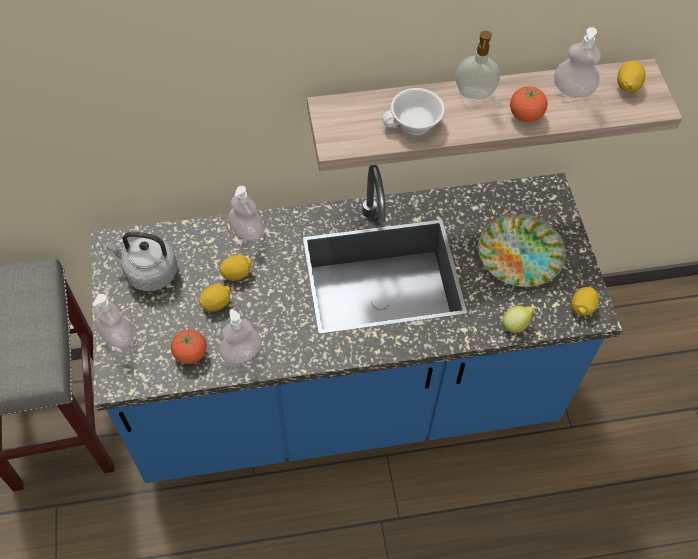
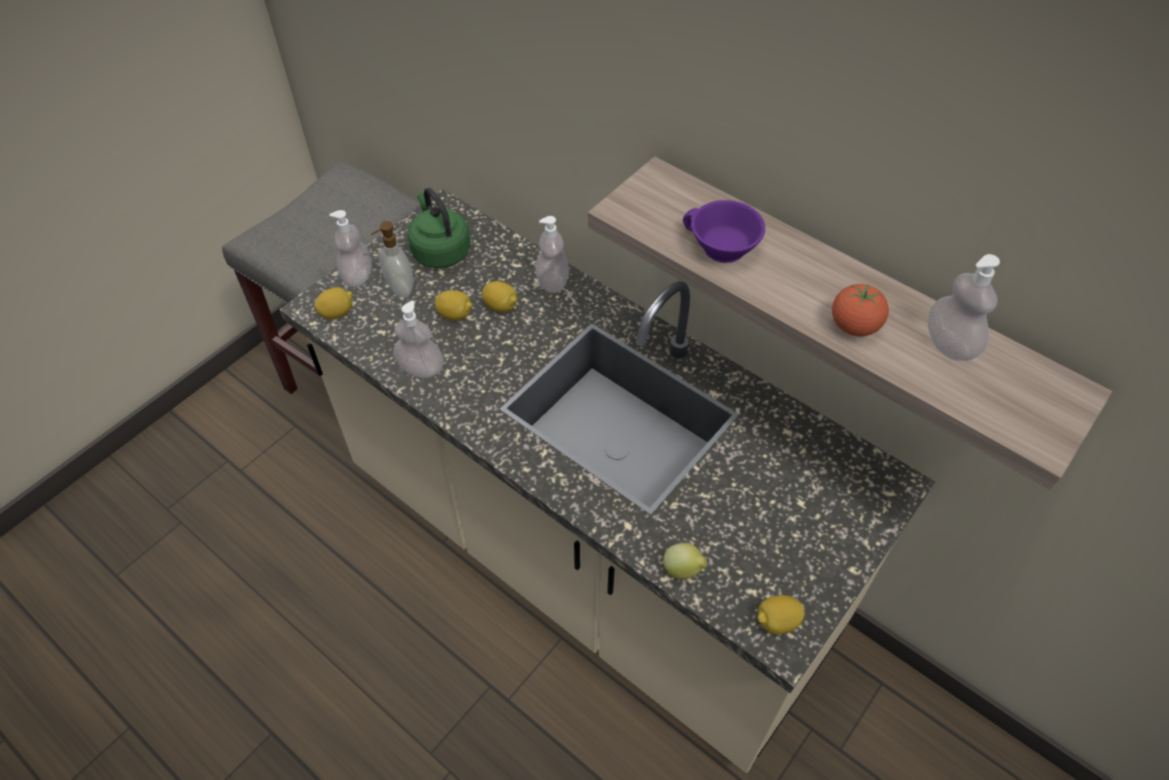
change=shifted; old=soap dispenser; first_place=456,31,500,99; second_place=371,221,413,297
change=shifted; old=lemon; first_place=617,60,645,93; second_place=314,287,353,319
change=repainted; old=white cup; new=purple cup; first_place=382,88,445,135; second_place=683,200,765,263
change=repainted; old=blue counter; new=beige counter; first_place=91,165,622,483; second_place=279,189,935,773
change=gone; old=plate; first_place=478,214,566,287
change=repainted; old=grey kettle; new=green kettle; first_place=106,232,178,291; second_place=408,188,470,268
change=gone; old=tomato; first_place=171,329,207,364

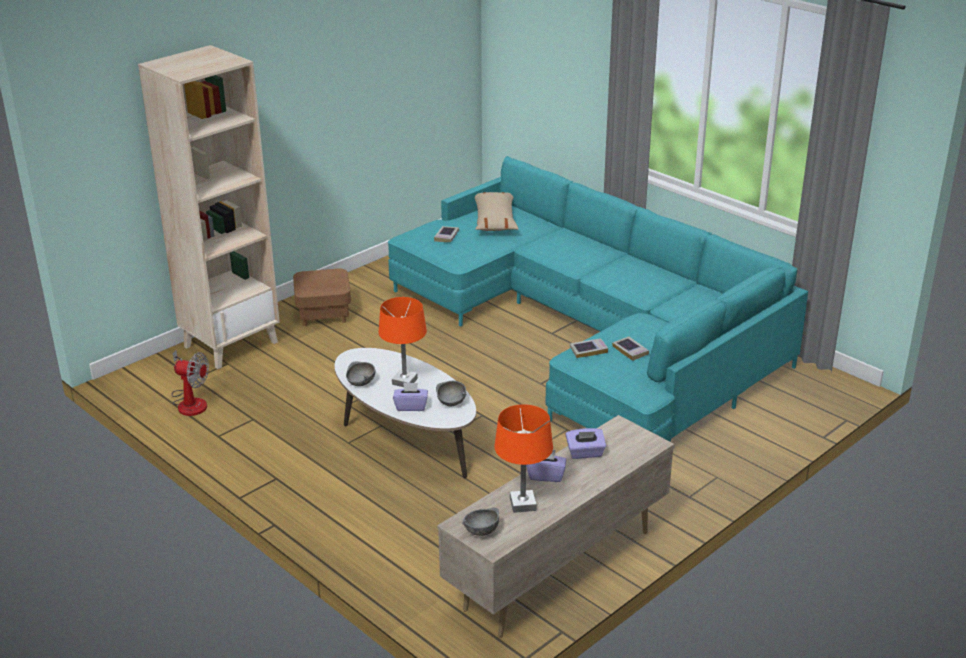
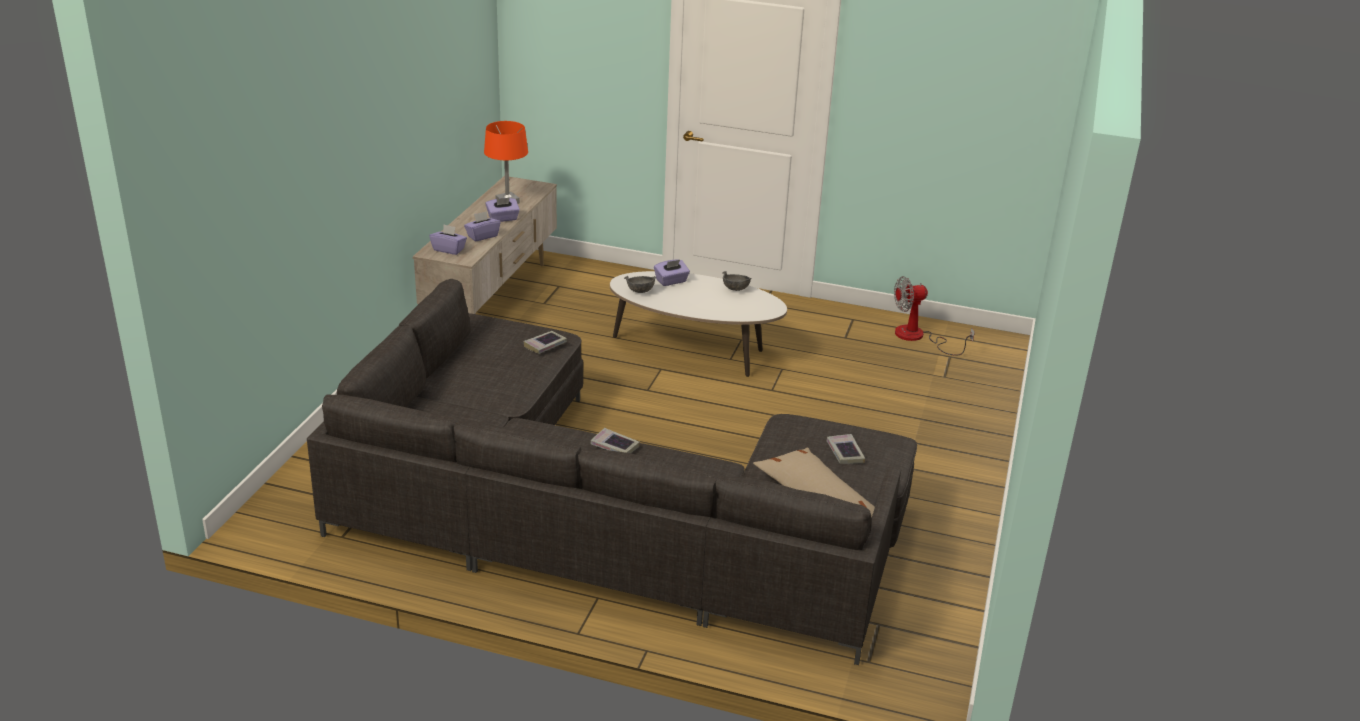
change=gone; old=beige bookcase; first_place=138,45,280,369
change=repainted; old=turquoise sofa; new=grey sofa; first_place=388,156,808,442; second_place=307,279,917,665
change=gone; old=brown ottoman; first_place=293,268,351,326
change=gone; old=orange table lamp; first_place=379,297,427,387
change=shifted; old=book; first_place=612,336,649,361; second_place=591,428,640,453
change=gone; old=grey bowl; first_place=462,508,499,536
change=new; new=purple tissue box; second_place=429,225,467,255

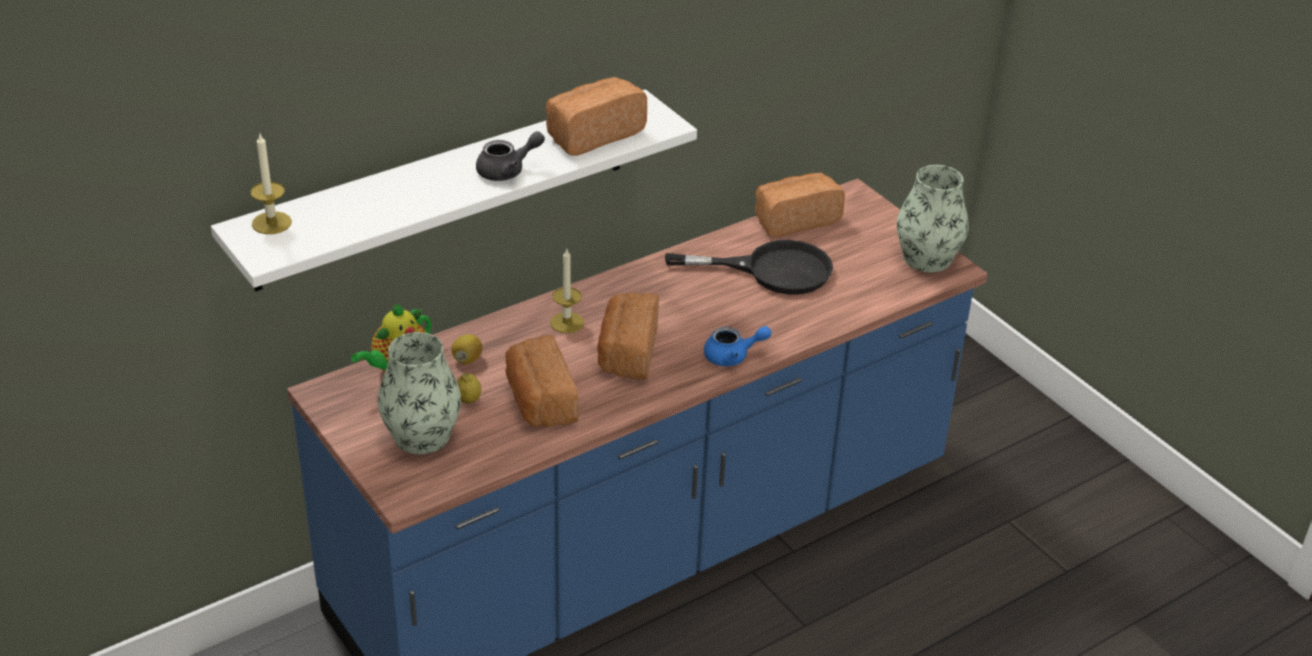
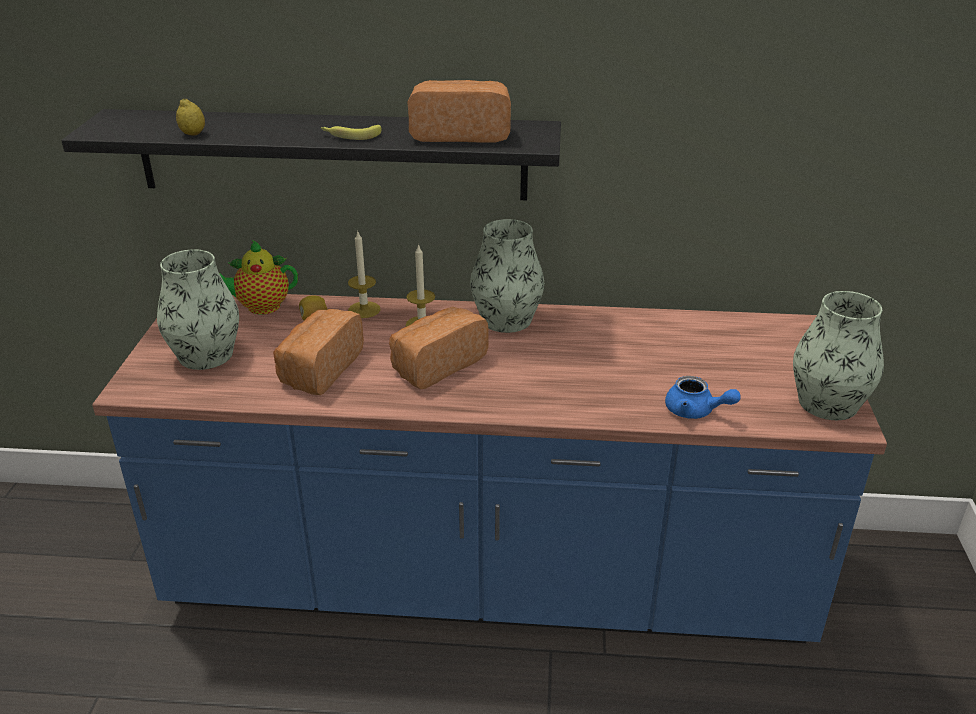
change=repainted; old=white shelf; new=black shelf; first_place=211,89,697,291; second_place=61,109,561,200
change=swapped; old=grey teapot; new=banana; first_place=476,131,545,181; second_place=321,125,382,140
change=shifted; old=candle; first_place=250,134,292,234; second_place=348,230,380,318
change=gone; old=bread; first_place=755,172,845,237
change=gone; old=black frying pan; first_place=665,240,833,295
change=shifted; old=blue teapot; first_place=704,326,772,366; second_place=665,376,741,419
change=shifted; old=lemon; first_place=457,373,481,404; second_place=176,99,205,136
change=new; new=vase; second_place=470,219,544,333

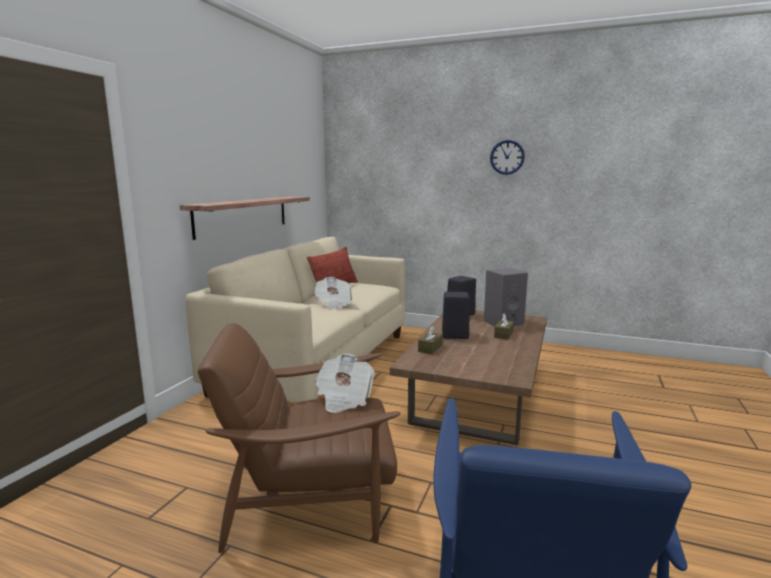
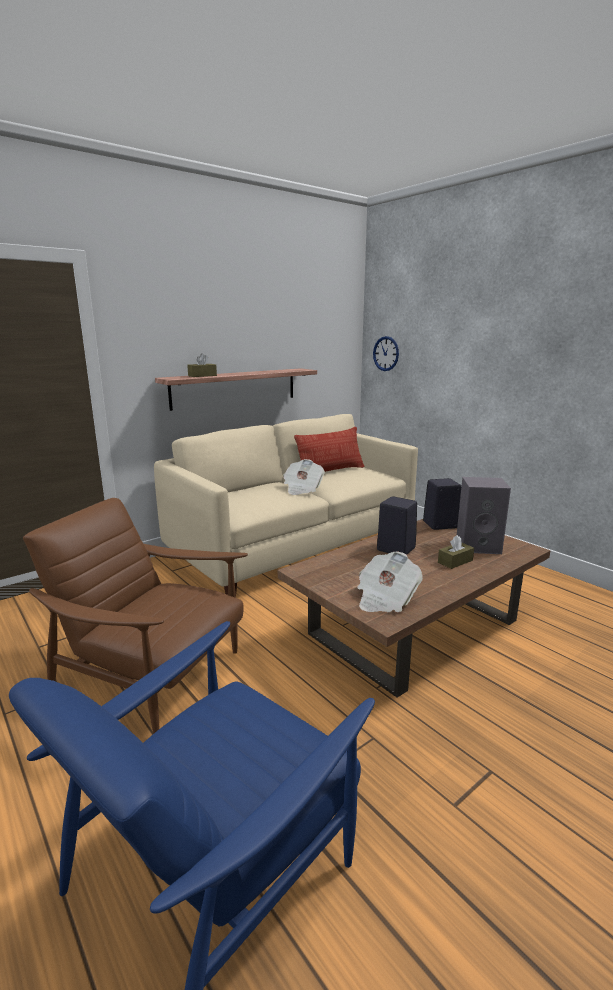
change=shifted; old=wall clock; first_place=490,140,525,175; second_place=373,336,399,371
change=shifted; old=brown tissue box; first_place=418,326,443,354; second_place=187,353,217,377
change=shifted; old=newspaper; first_place=315,354,375,413; second_place=357,551,423,612

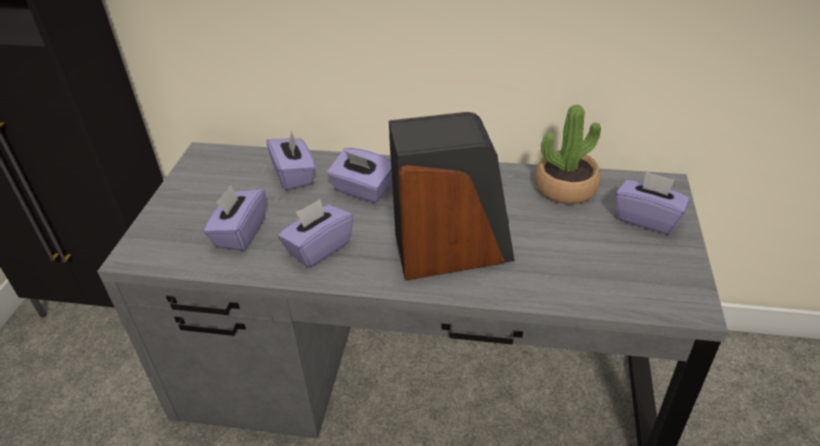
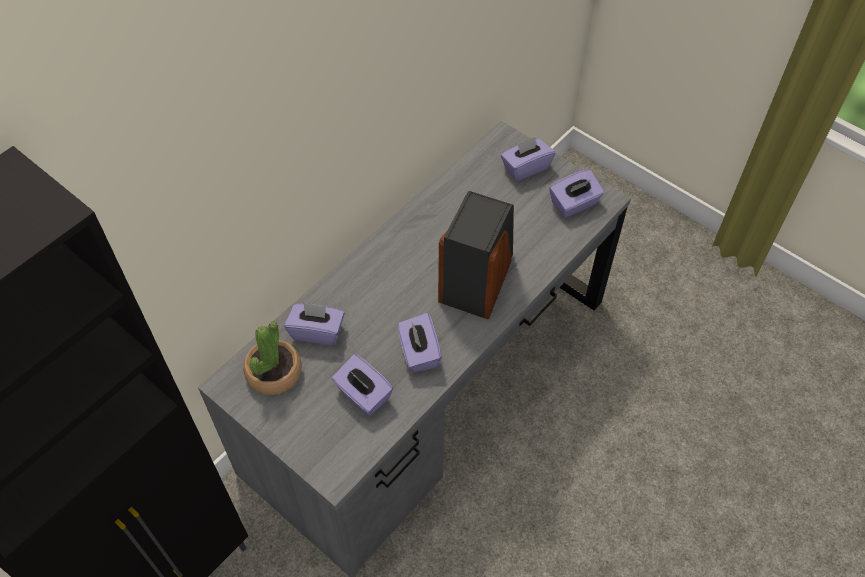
change=shifted; old=potted plant; first_place=535,105,601,204; second_place=243,321,302,395
change=shifted; old=purple tissue box; first_place=327,148,392,203; second_place=549,169,604,218

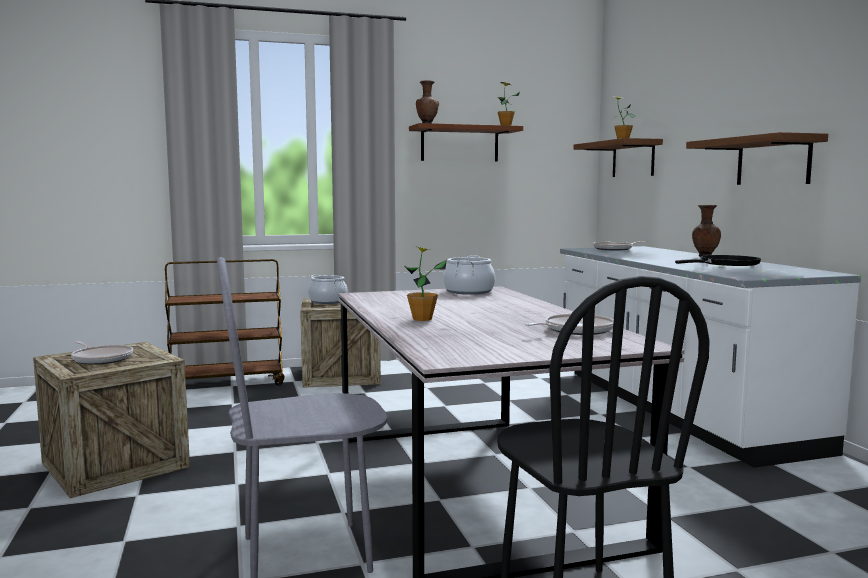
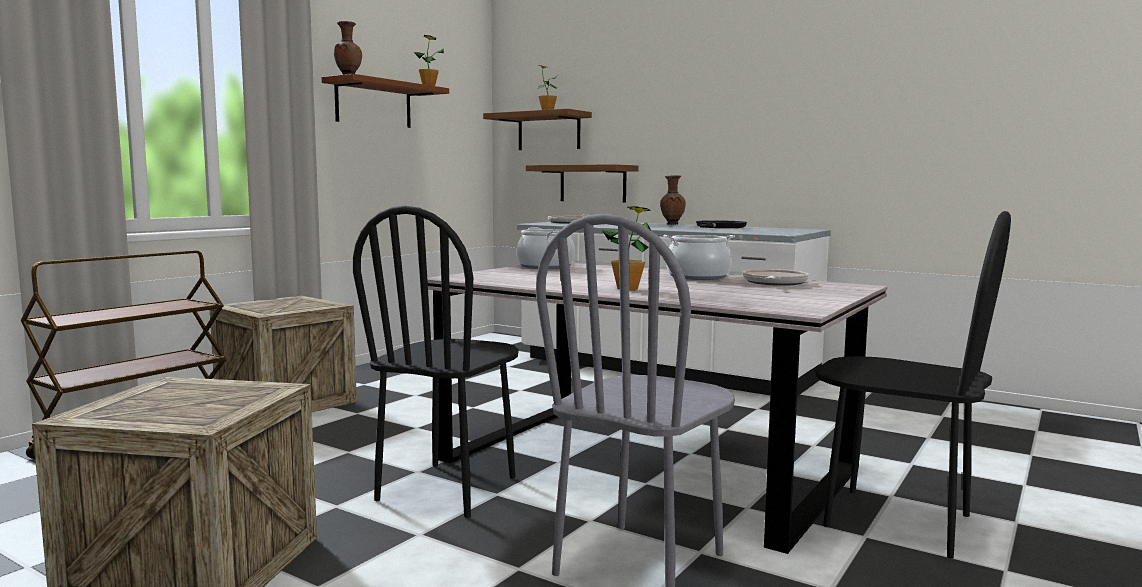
change=shifted; old=shelf; first_place=686,132,828,185; second_place=526,164,639,203
change=shifted; old=cooking pot; first_place=308,275,348,304; second_place=664,235,735,280
change=gone; old=frying pan; first_place=71,341,133,365
change=new; new=black chair; second_place=353,206,519,518

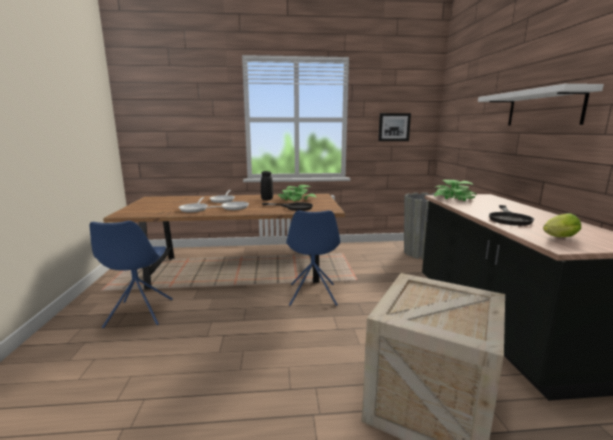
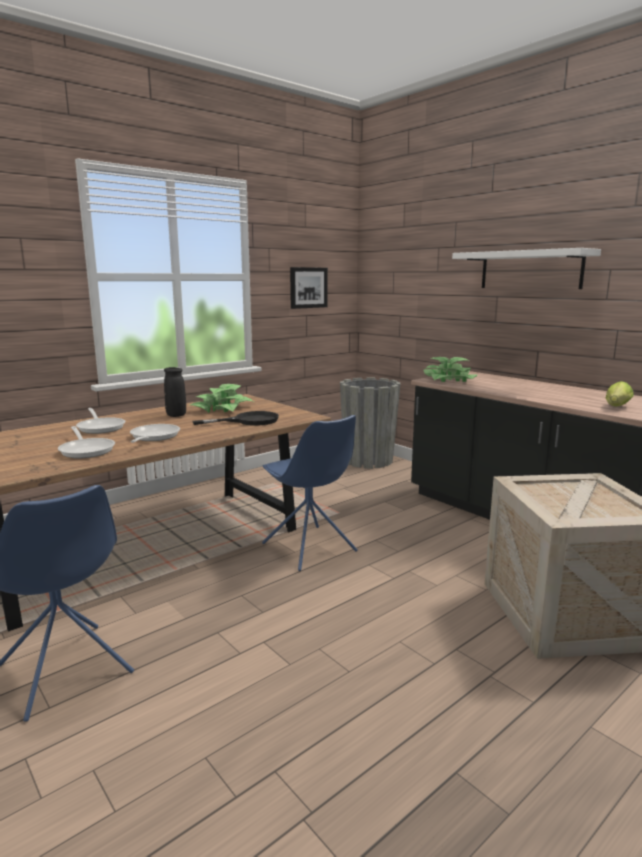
change=gone; old=black frying pan; first_place=489,205,534,226

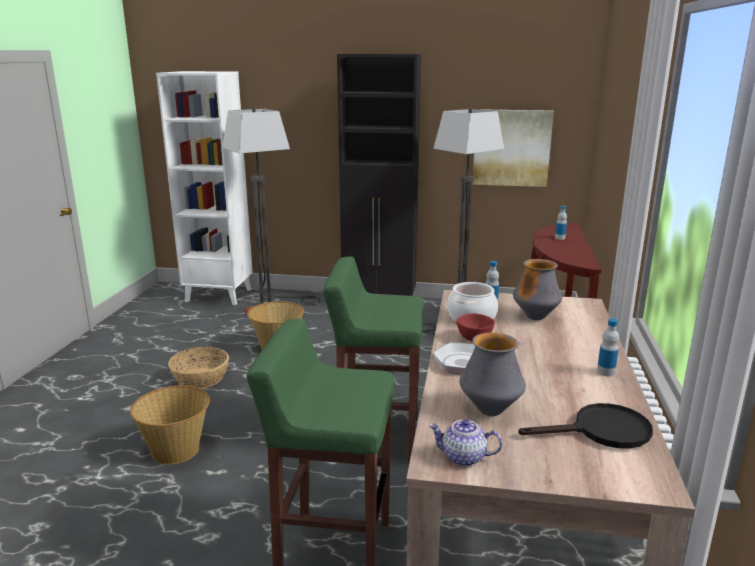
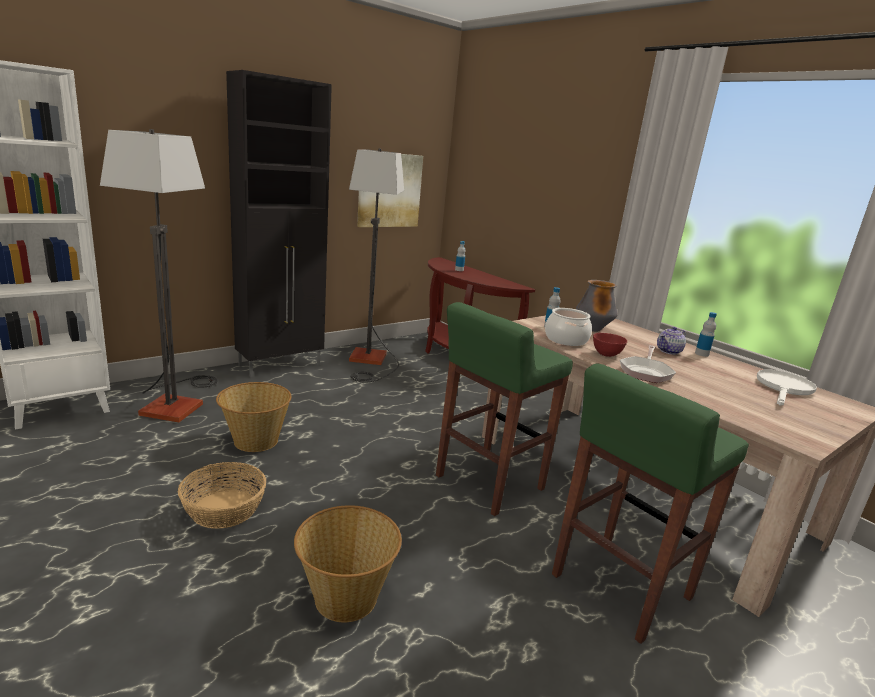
change=gone; old=vase; first_place=460,332,526,416
change=repainted; old=black frying pan; new=white frying pan; first_place=518,403,653,449; second_place=757,369,817,405
change=shifted; old=teapot; first_place=429,419,502,466; second_place=657,327,686,355

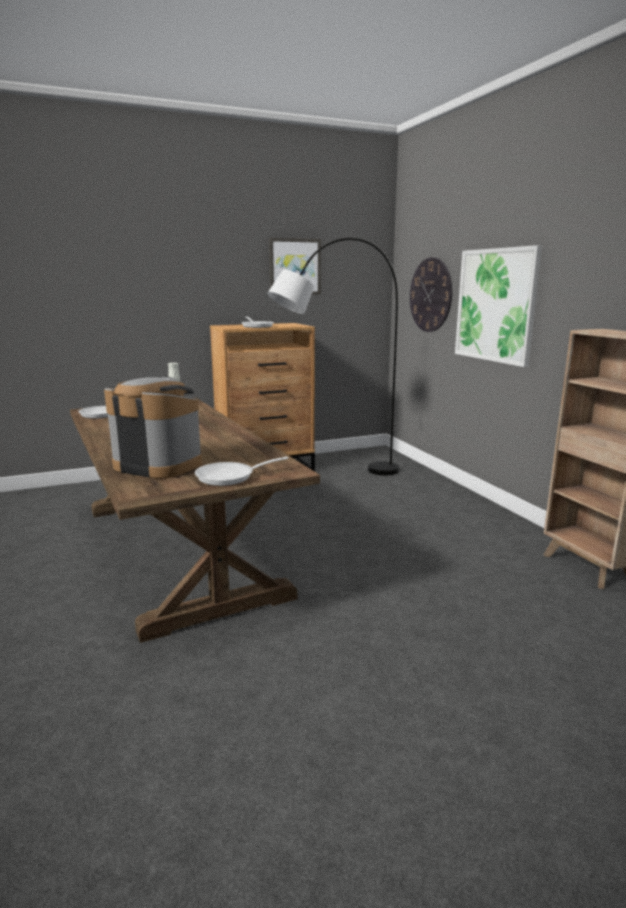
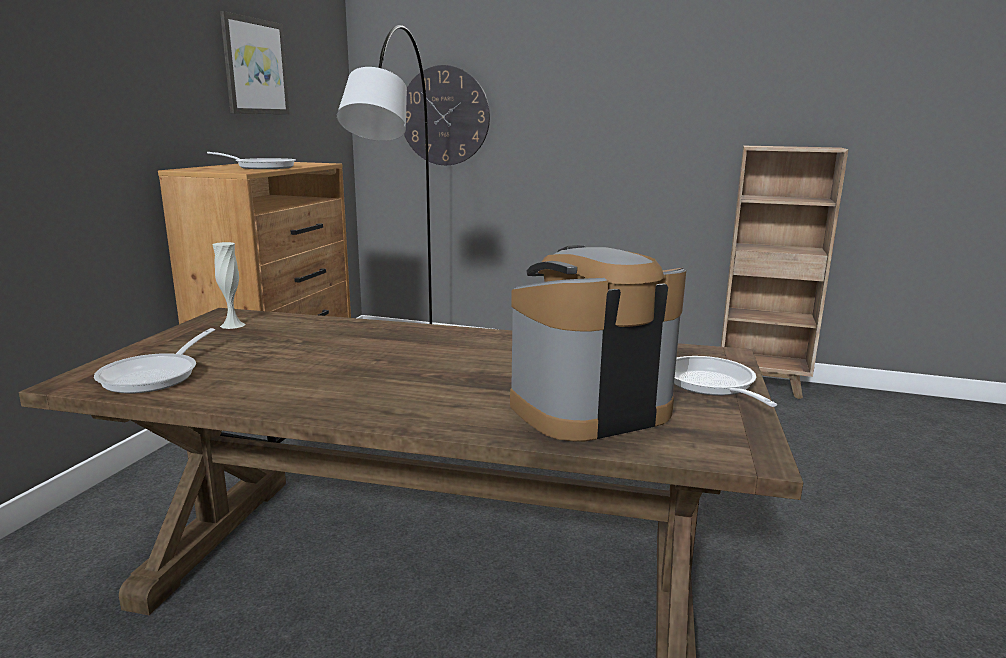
change=gone; old=picture; first_place=455,245,542,367
change=rotated; old=frying pan; first_place=195,457,288,486; second_place=674,356,777,407; degrees=150

